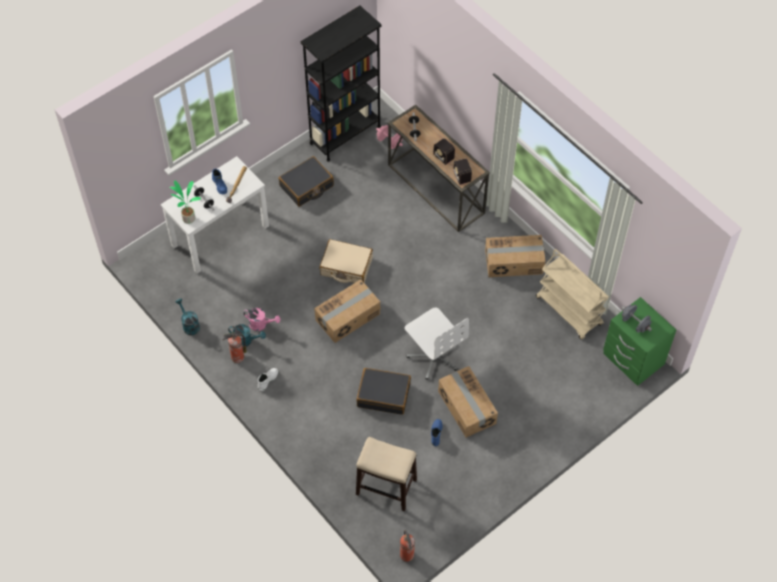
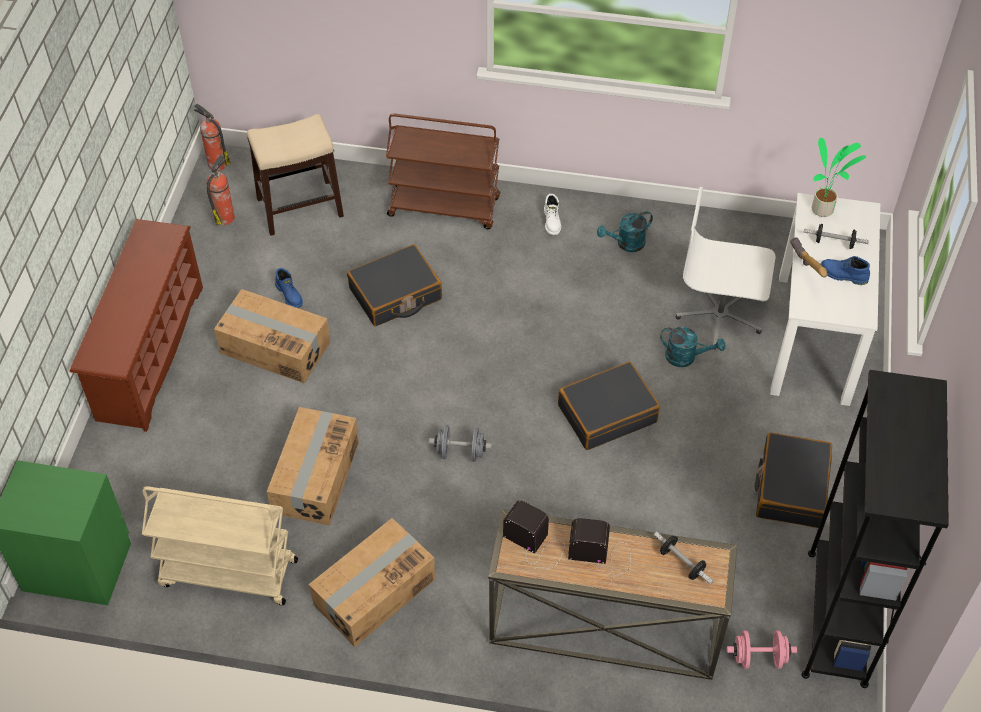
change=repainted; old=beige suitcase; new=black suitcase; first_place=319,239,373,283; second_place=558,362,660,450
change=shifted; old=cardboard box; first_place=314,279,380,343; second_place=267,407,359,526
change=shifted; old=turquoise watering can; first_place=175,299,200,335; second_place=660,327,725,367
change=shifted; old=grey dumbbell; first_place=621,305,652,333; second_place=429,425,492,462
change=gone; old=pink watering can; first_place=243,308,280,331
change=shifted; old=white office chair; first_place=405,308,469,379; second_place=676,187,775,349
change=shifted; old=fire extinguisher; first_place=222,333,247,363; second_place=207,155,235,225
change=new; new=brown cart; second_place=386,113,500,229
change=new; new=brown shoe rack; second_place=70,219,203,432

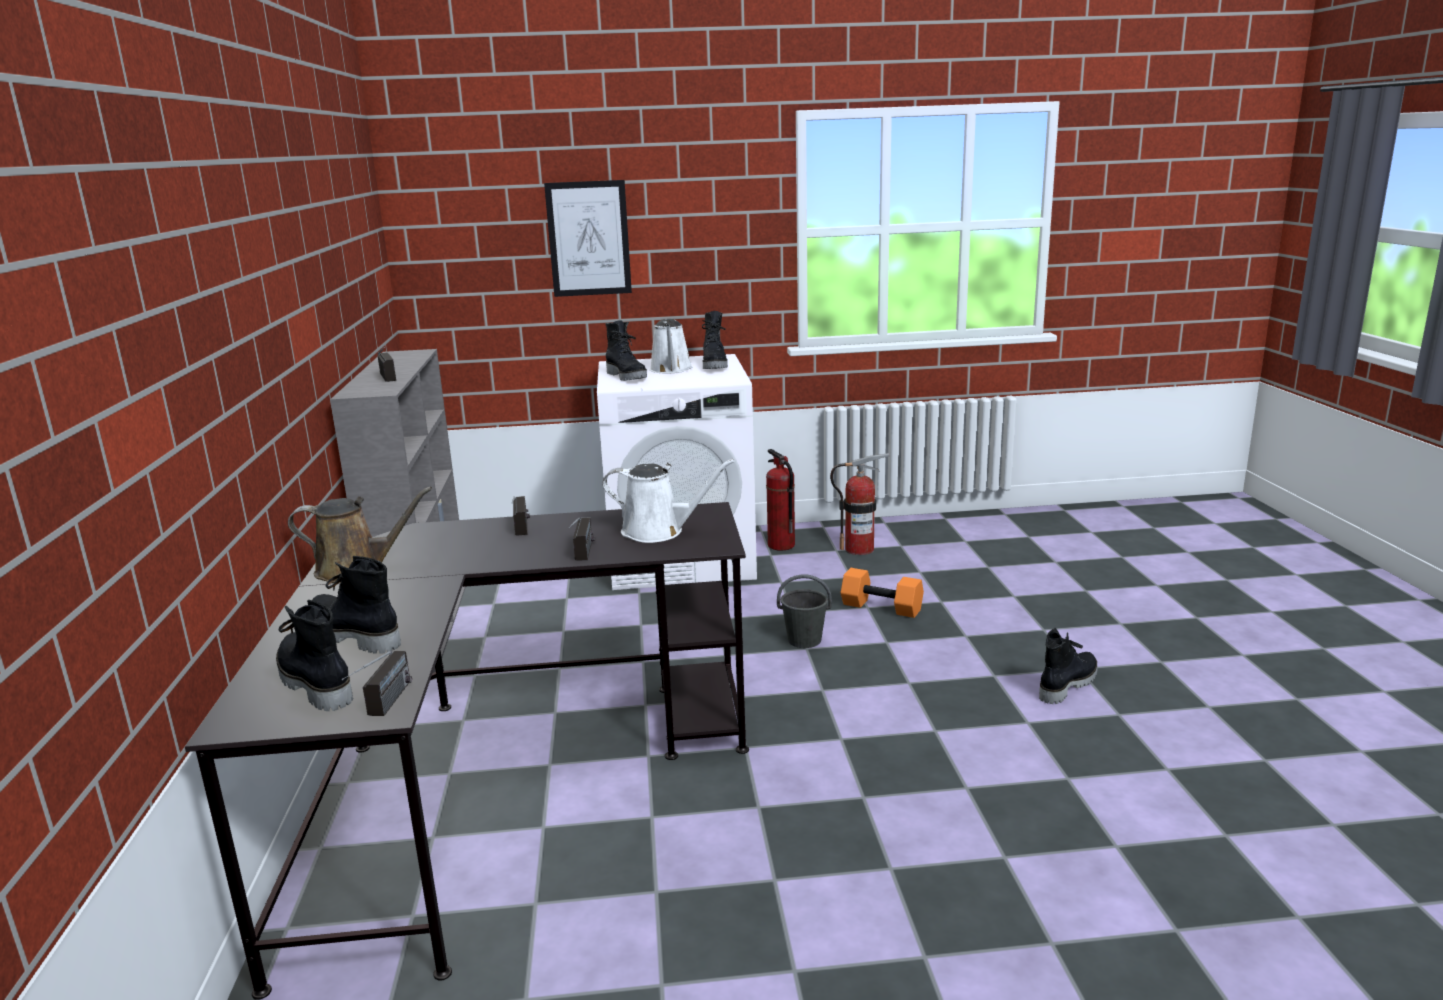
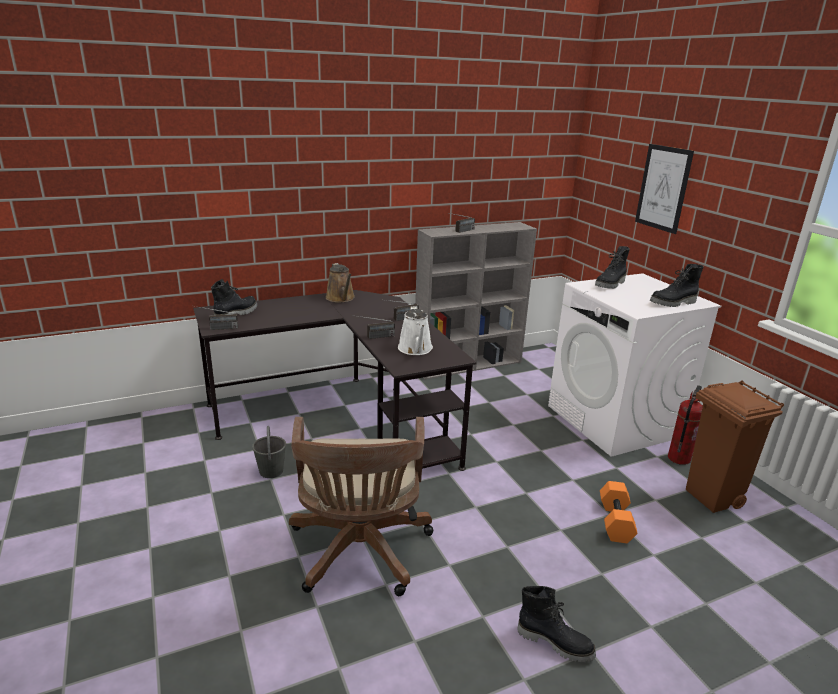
change=gone; old=white watering can; first_place=650,319,693,373
change=swapped; old=fire extinguisher; new=brown trash can; first_place=830,453,890,555; second_place=686,380,784,513
change=gone; old=black boot; first_place=312,556,401,654
change=shifted; old=grey bucket; first_place=777,574,832,648; second_place=252,426,286,478
change=new; new=brown office chair; second_place=289,417,434,596

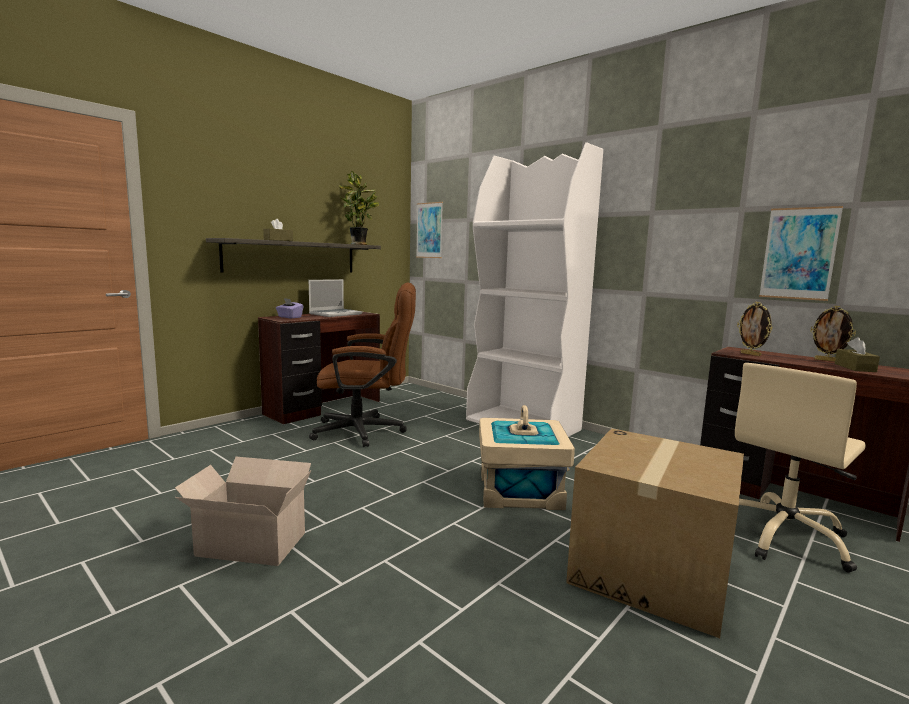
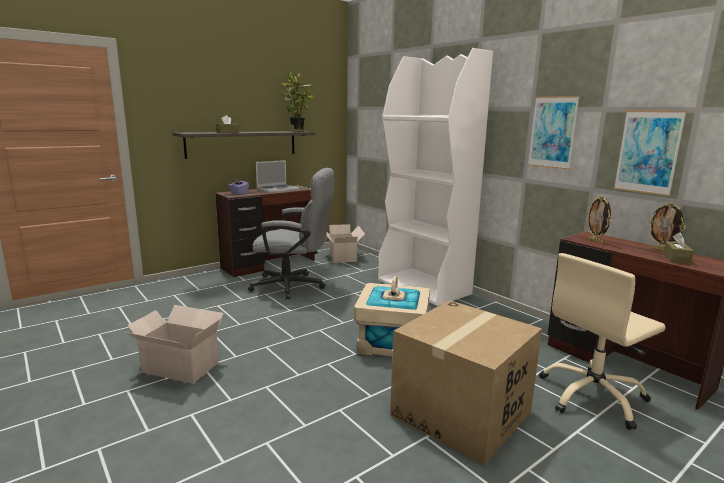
change=shifted; old=picture; first_place=416,202,443,258; second_place=528,96,580,170
change=repainted; old=brown office chair; new=grey office chair; first_place=309,282,416,447; second_place=248,168,335,299
change=new; new=cardboard box; second_place=327,224,365,263

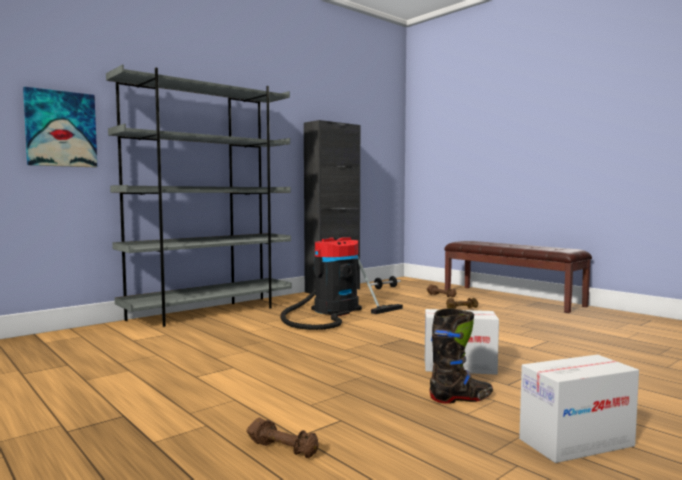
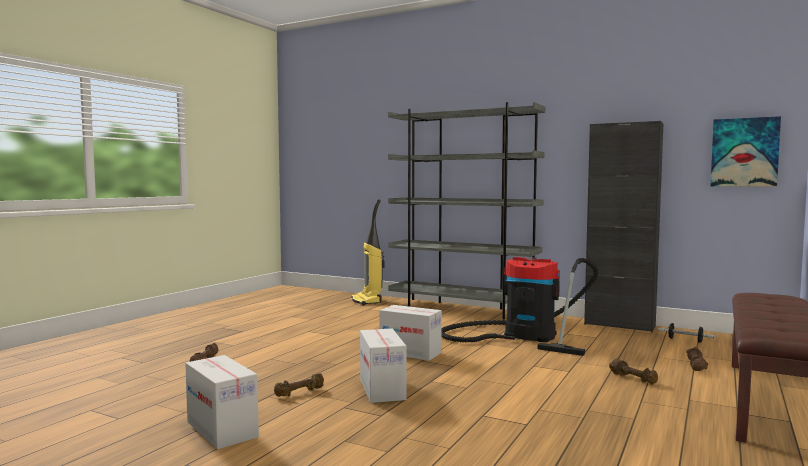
change=shifted; old=picture; first_place=23,87,97,167; second_place=710,116,781,187
change=swapped; old=black boot; new=brown dumbbell; first_place=429,308,493,404; second_place=274,373,324,397
change=new; new=vacuum cleaner; second_place=352,199,385,306
change=new; new=cardboard box; second_place=379,305,442,361

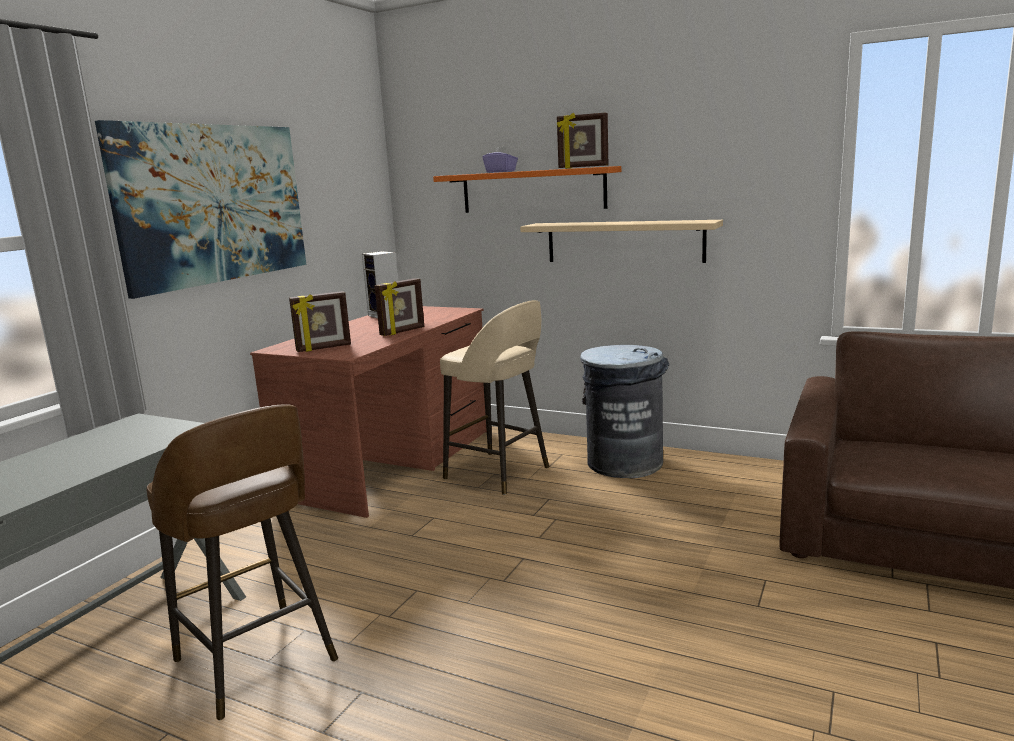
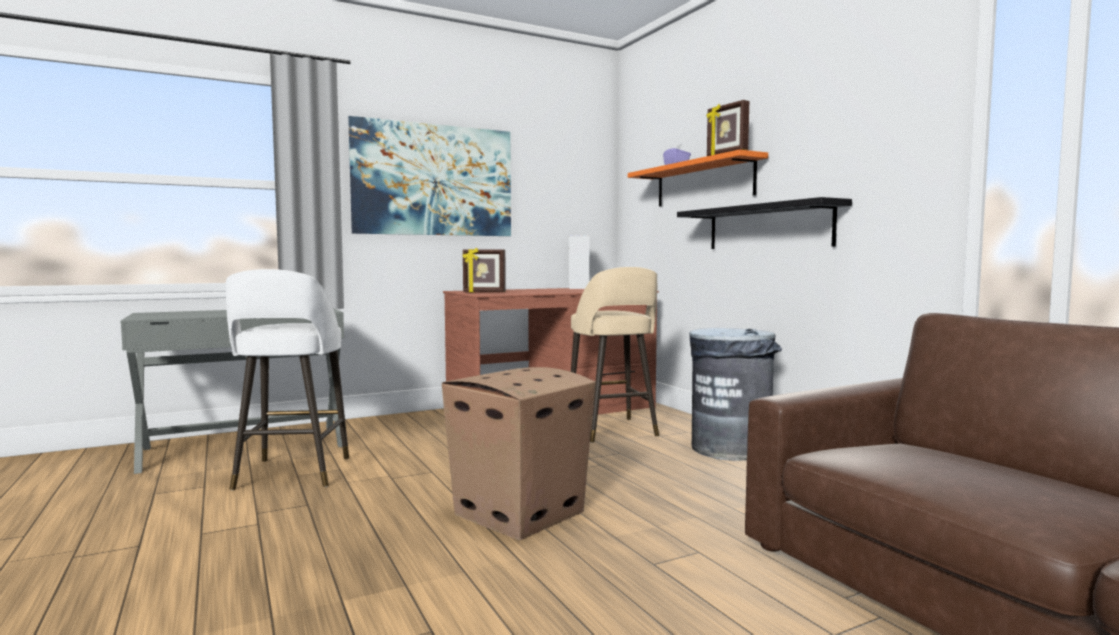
change=repainted; old=beige shelf; new=black shelf; first_place=520,220,723,263; second_place=677,197,852,249
change=gone; old=picture frame; first_place=375,278,424,336
change=repainted; old=brown stool; new=white stool; first_place=147,404,338,720; second_place=226,269,349,490
change=new; new=cardboard box; second_place=442,367,595,541

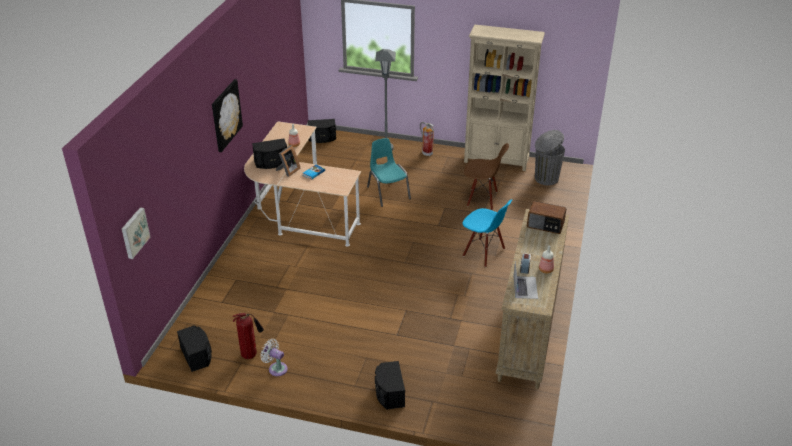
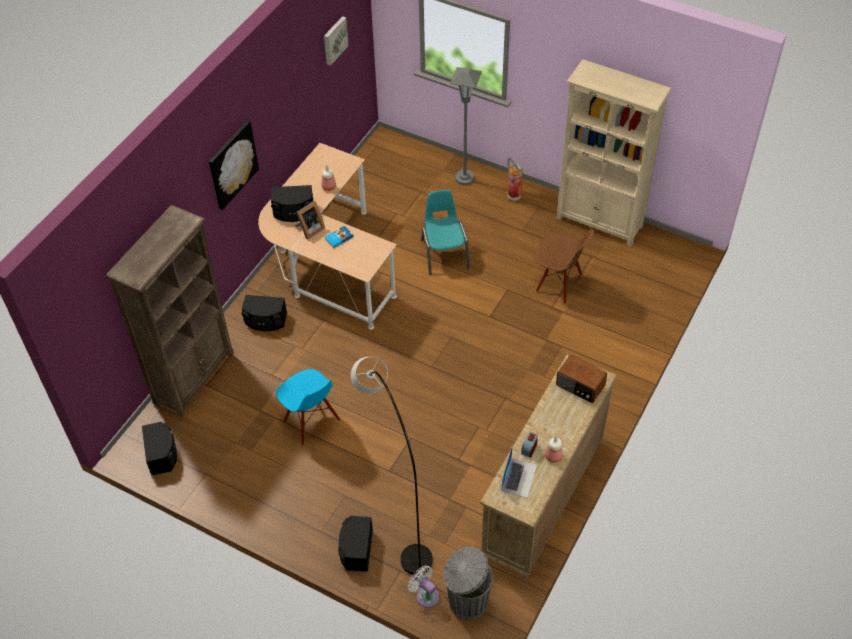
change=shifted; old=black speaker; first_place=307,119,336,143; second_place=241,295,287,331
change=shifted; old=grey trash can; first_place=535,130,565,186; second_place=443,546,493,620
change=shifted; old=blue chair; first_place=462,199,512,267; second_place=276,369,341,446
change=shifted; old=picture; first_place=122,207,150,259; second_place=324,16,349,66
change=gone; old=fire extinguisher; first_place=232,313,264,359
change=shifted; old=white fan; first_place=260,339,288,376; second_place=408,565,439,608
change=new; new=brown bookcase; second_place=106,205,234,417
change=new; new=grey floor lamp; second_place=351,357,432,575

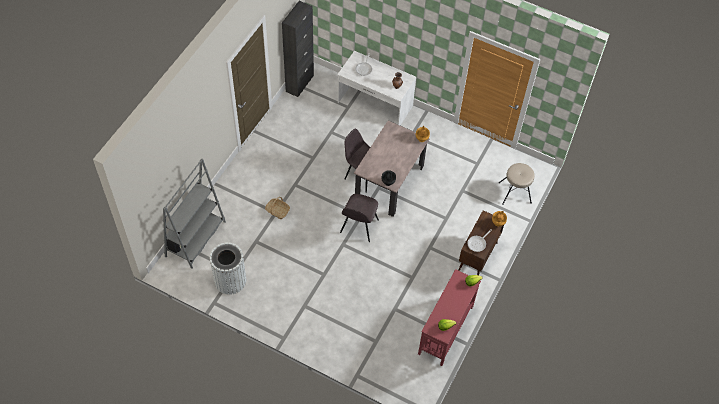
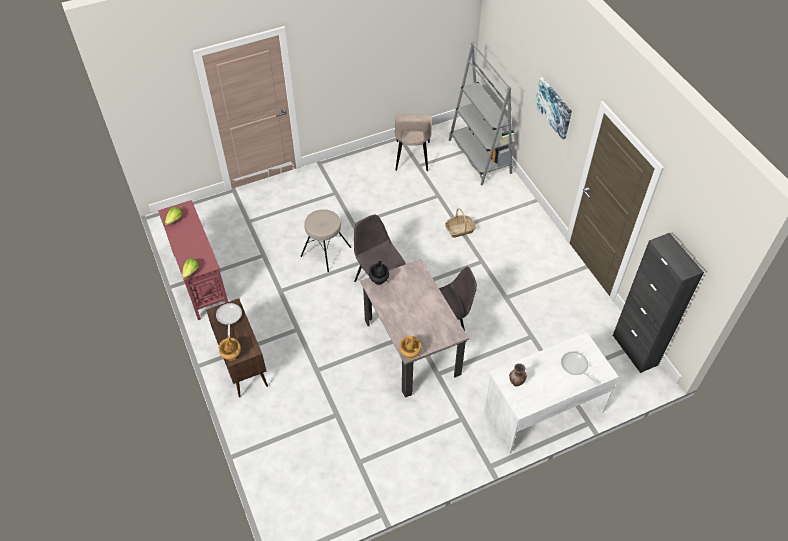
change=shifted; old=beige stool; first_place=499,163,535,205; second_place=301,209,351,272
change=swapped; old=white trash can; new=beige chair; first_place=210,242,246,295; second_place=395,114,432,171
change=new; new=picture; second_place=535,77,572,140

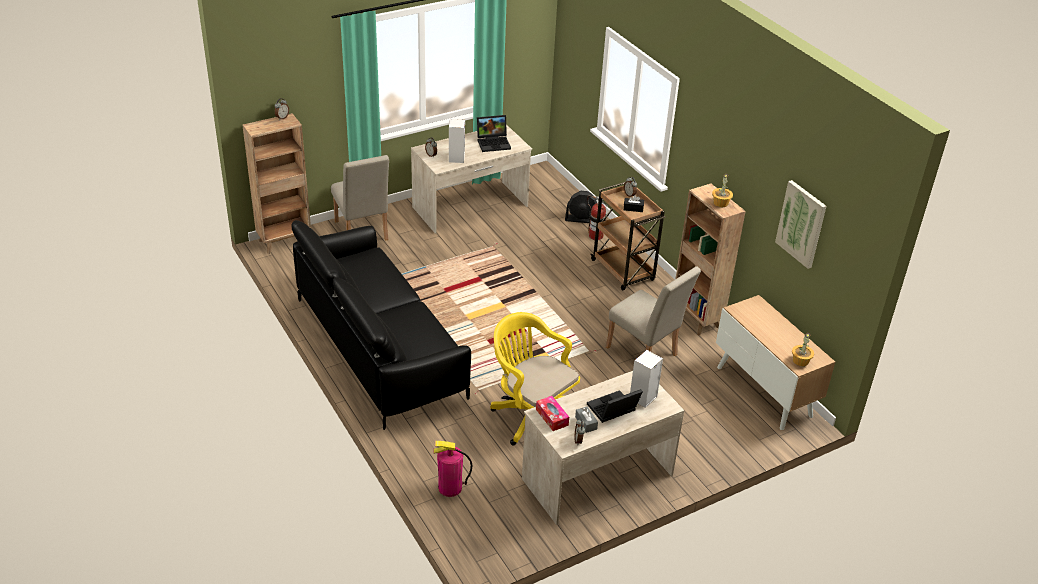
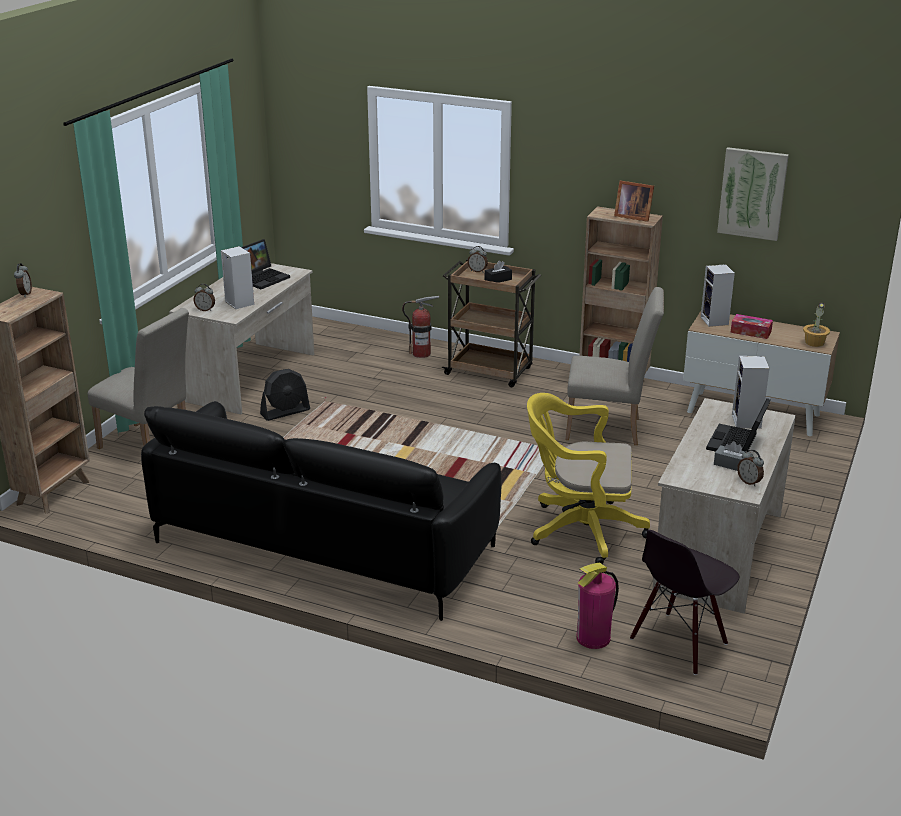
change=swapped; old=potted plant; new=picture frame; first_place=712,173,733,207; second_place=614,180,654,222
change=shifted; old=black fan; first_place=565,191,597,223; second_place=260,369,310,421
change=shifted; old=tissue box; first_place=536,396,569,431; second_place=730,314,773,339
change=new; new=speaker; second_place=701,264,735,327
change=new; new=black chair; second_place=630,530,740,675

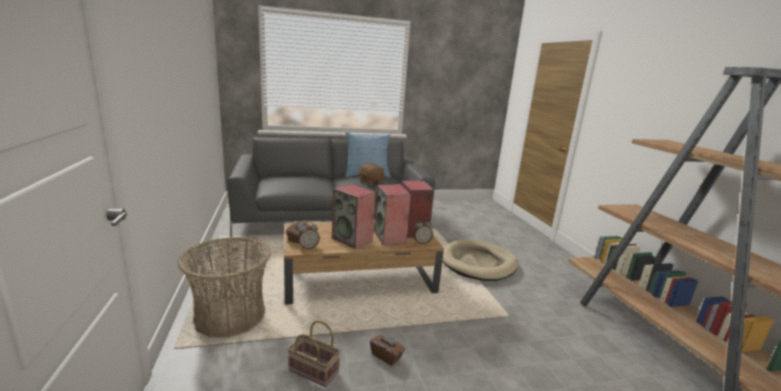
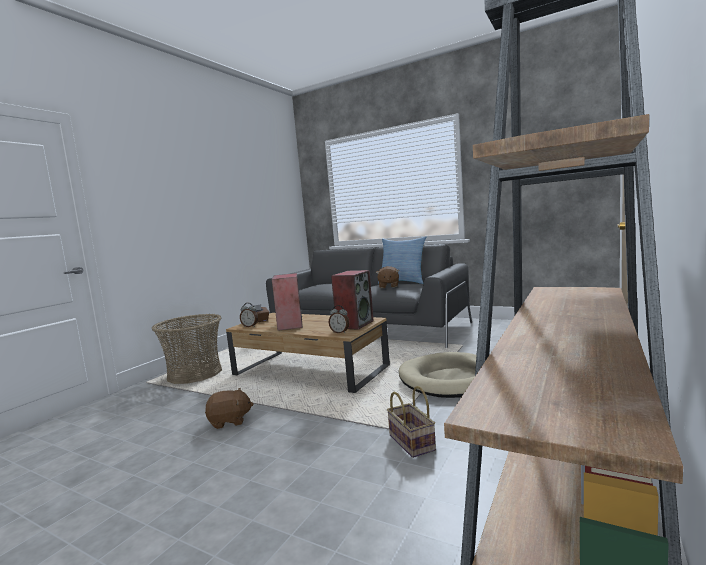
change=gone; old=speaker; first_place=374,184,411,245
change=shifted; old=basket; first_place=287,320,341,387; second_place=387,386,436,458
change=swapped; old=brown tissue box; new=brown plush toy; first_place=370,332,405,366; second_place=205,388,254,429

